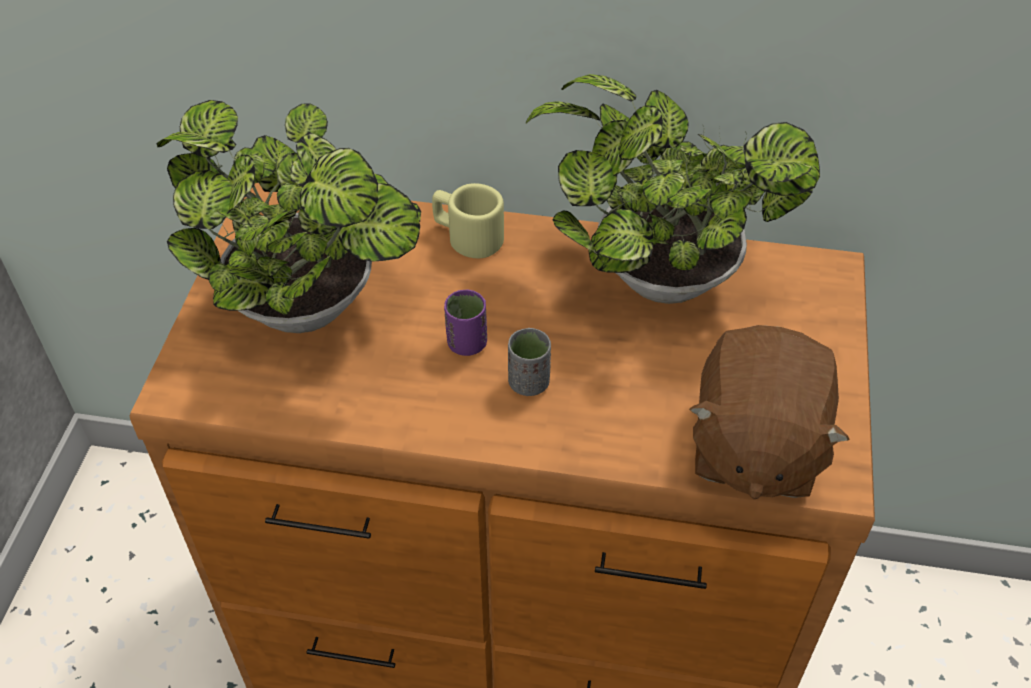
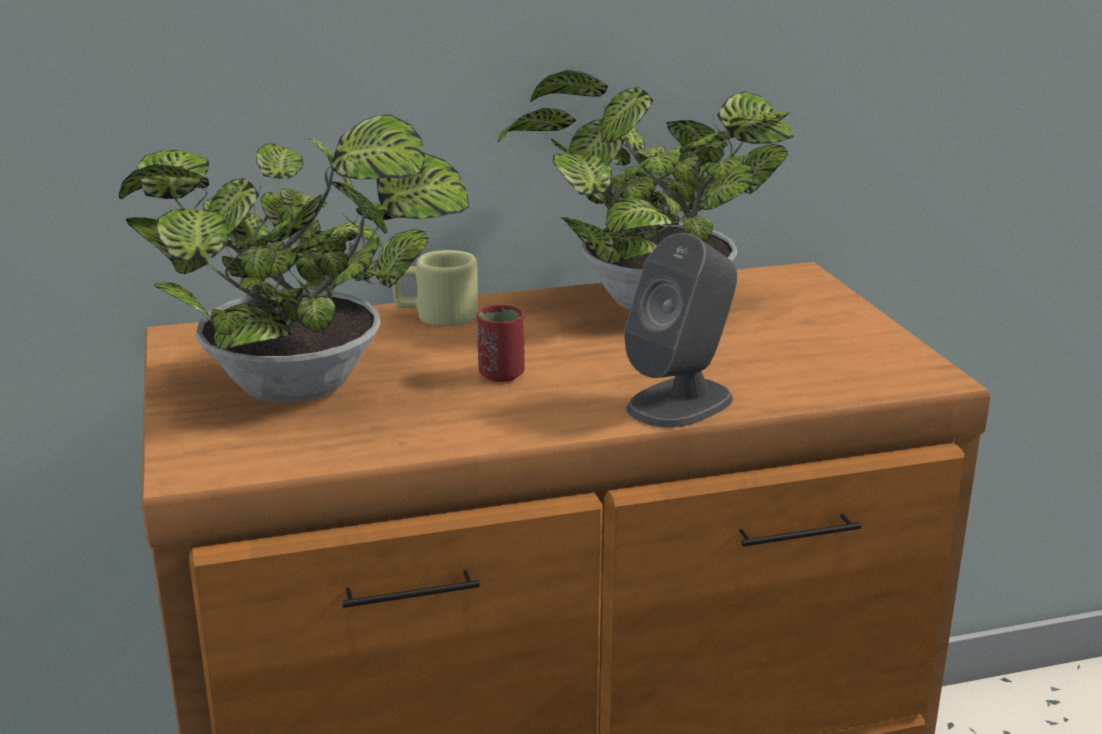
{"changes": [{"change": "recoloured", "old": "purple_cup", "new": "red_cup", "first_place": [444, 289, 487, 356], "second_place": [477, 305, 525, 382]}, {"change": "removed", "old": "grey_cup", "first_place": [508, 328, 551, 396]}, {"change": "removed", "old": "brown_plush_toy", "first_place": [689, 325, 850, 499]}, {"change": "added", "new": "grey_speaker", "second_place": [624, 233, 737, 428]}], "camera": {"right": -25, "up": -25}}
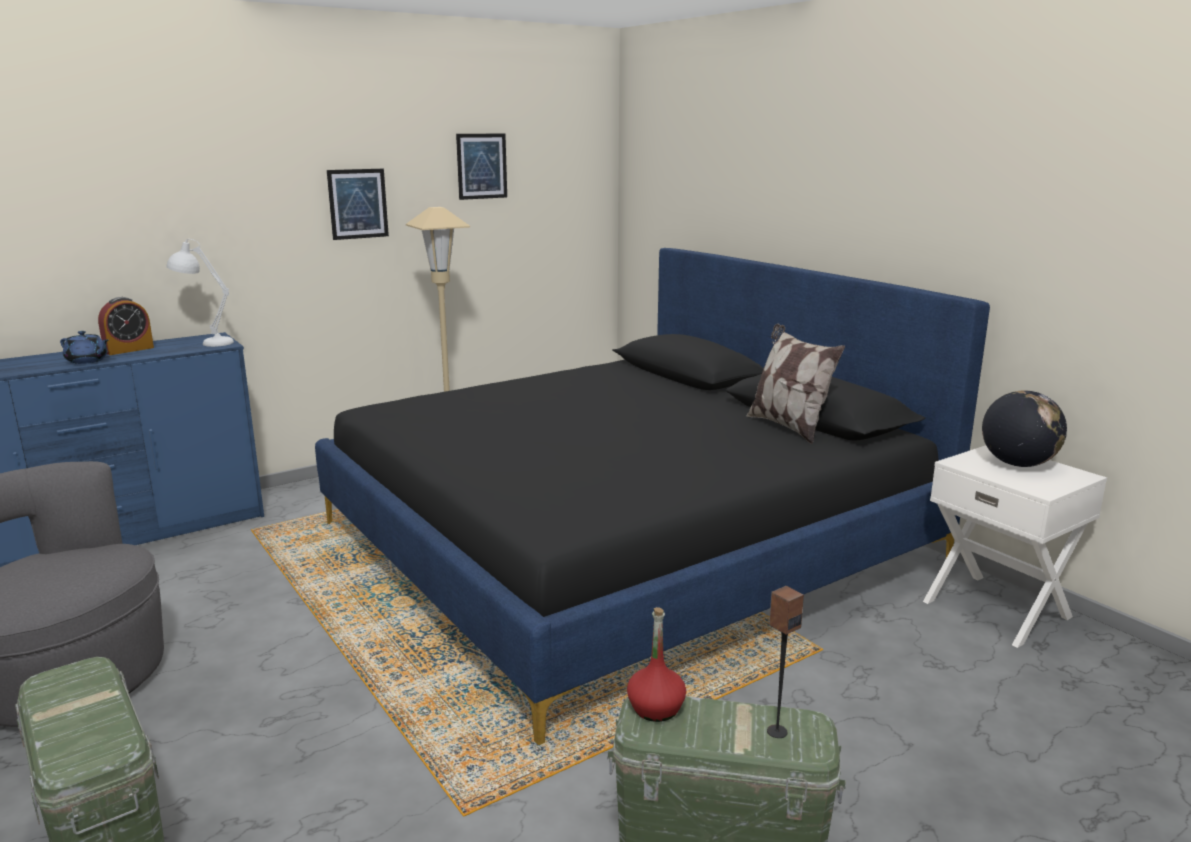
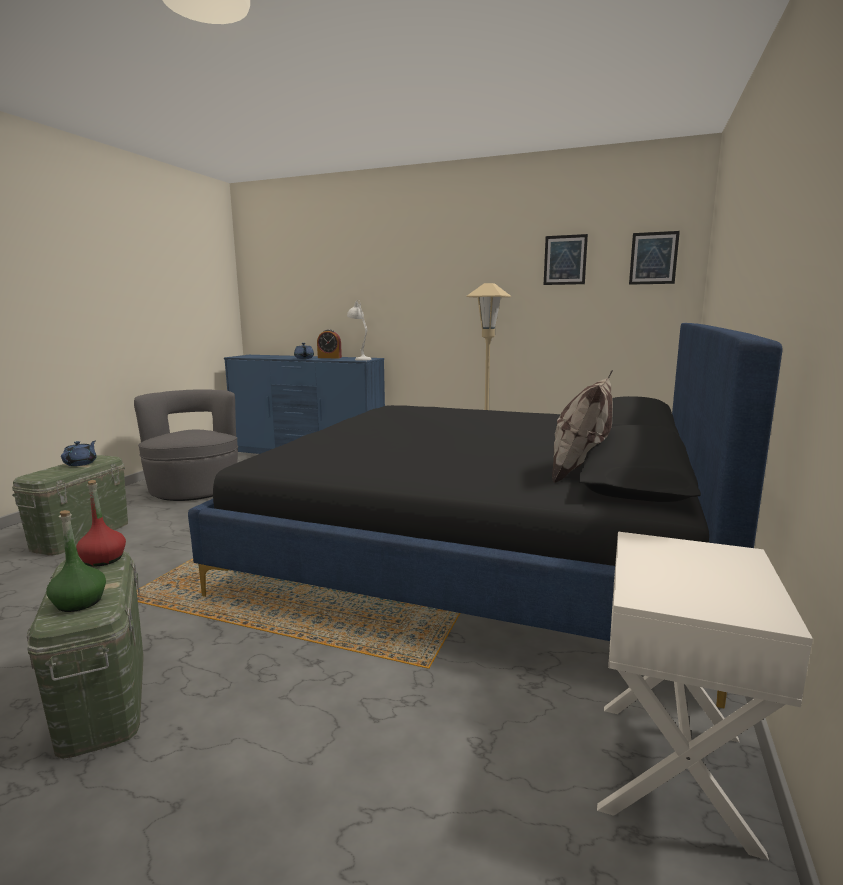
{"changes": [{"change": "moved", "old": "picture", "first_place": [327, 169, 389, 240], "second_place": [629, 231, 680, 285]}, {"change": "replaced", "old": "speaker", "new": "green_bottle", "first_place": [767, 586, 804, 738], "second_place": [46, 510, 106, 612]}, {"change": "removed", "old": "globe", "first_place": [982, 390, 1067, 467]}, {"change": "added", "new": "blue_teapot", "second_place": [61, 441, 97, 466]}], "camera": {"right": 55, "up": -5}}
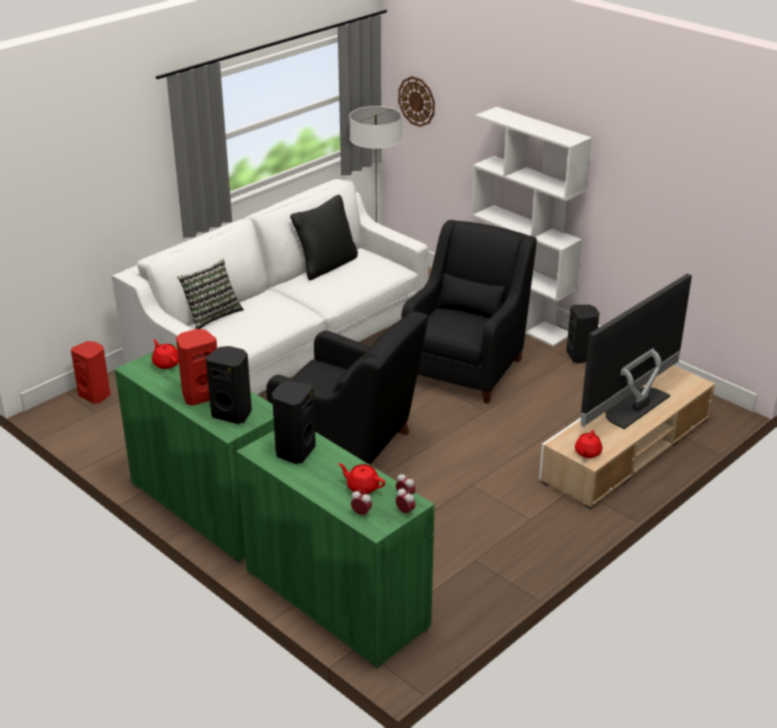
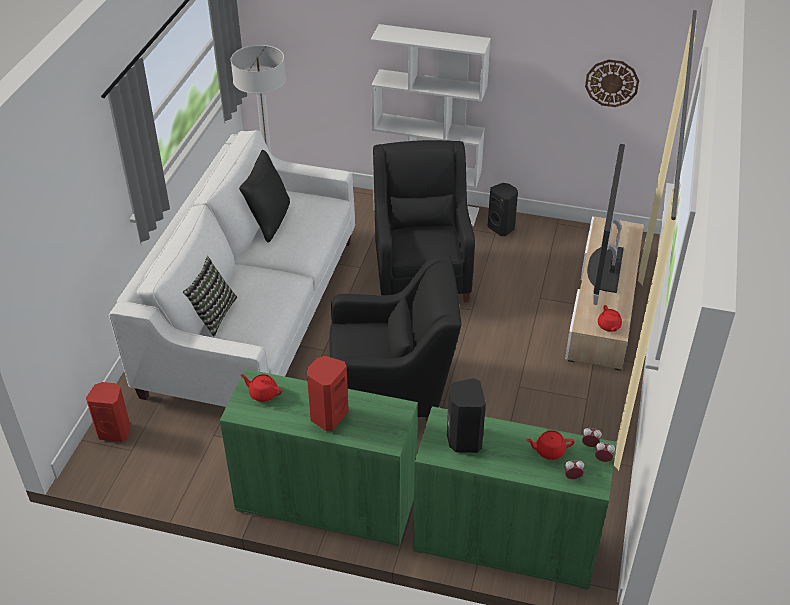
{"changes": [{"change": "removed", "old": "black_speaker", "first_place": [206, 346, 252, 424]}, {"change": "moved", "old": "wall_clock", "first_place": [398, 76, 435, 127], "second_place": [585, 59, 639, 107]}], "camera": {"right": -30, "up": 10}}
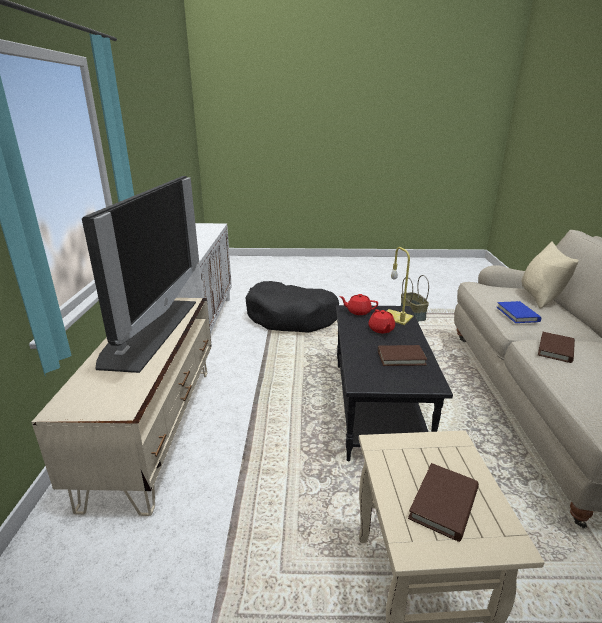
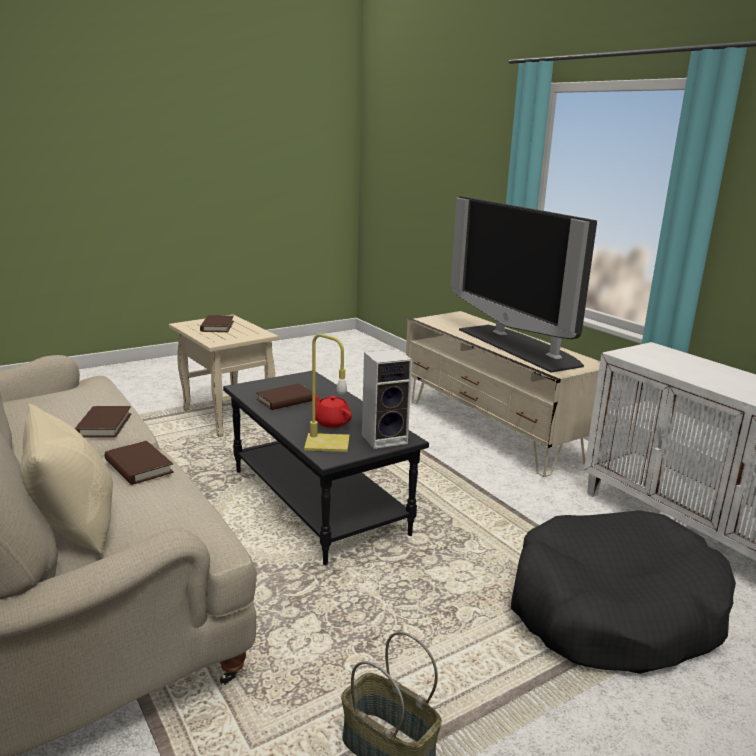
{"changes": [{"change": "replaced", "old": "red_teapot", "new": "speaker", "first_place": [339, 294, 378, 315], "second_place": [362, 349, 412, 449]}, {"change": "recoloured", "old": "blue_book", "new": "brown_book", "first_place": [497, 301, 541, 323], "second_place": [104, 441, 174, 485]}], "camera": {"right": 145, "up": -5}}
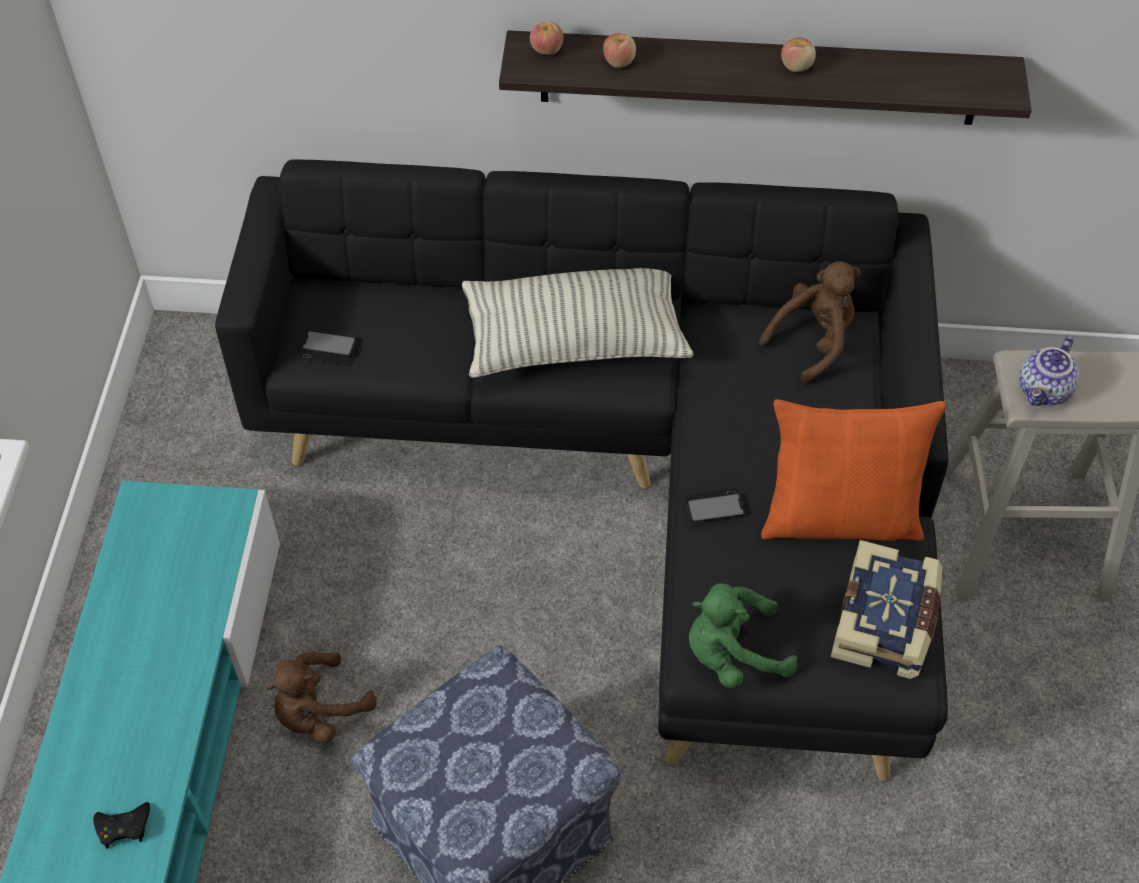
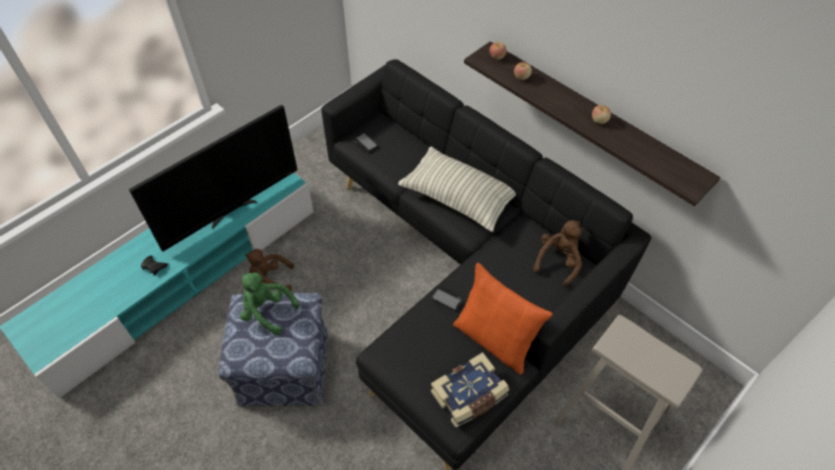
{"changes": [{"change": "moved", "old": "green_plush_toy", "first_place": [689, 583, 797, 688], "second_place": [240, 272, 299, 335]}, {"change": "turned", "old": "brown_plush_toy", "first_place": [759, 261, 861, 384], "second_place": [533, 220, 582, 287], "degrees": -60}, {"change": "removed", "old": "teapot", "first_place": [1019, 336, 1080, 406]}, {"change": "added", "new": "television", "second_place": [129, 105, 298, 252]}], "camera": {"right": 40, "up": 0}}
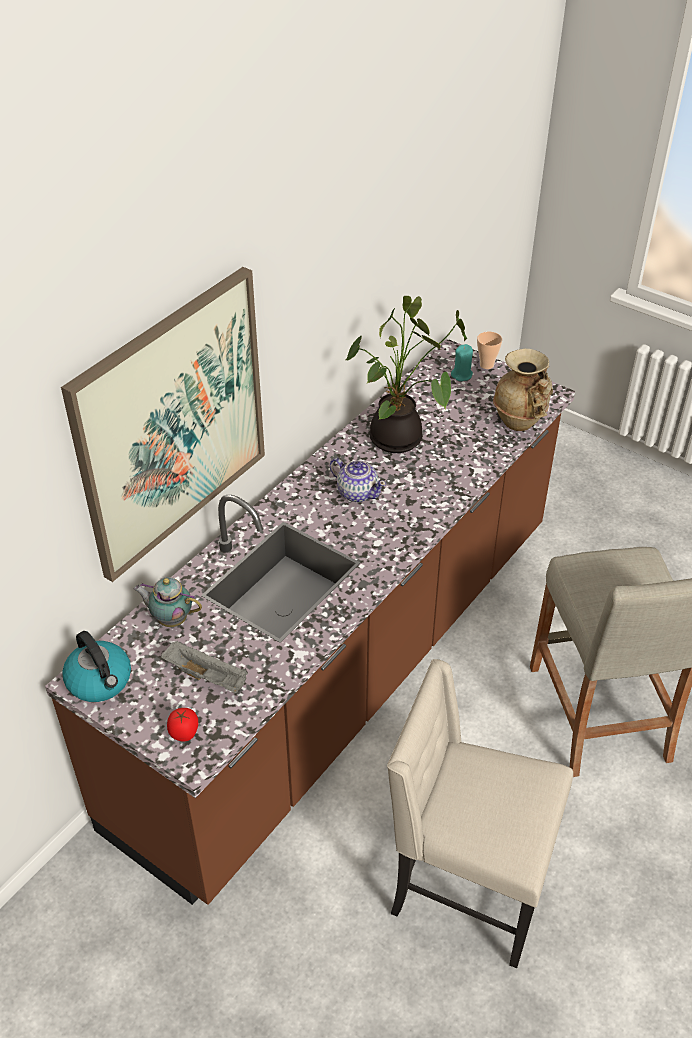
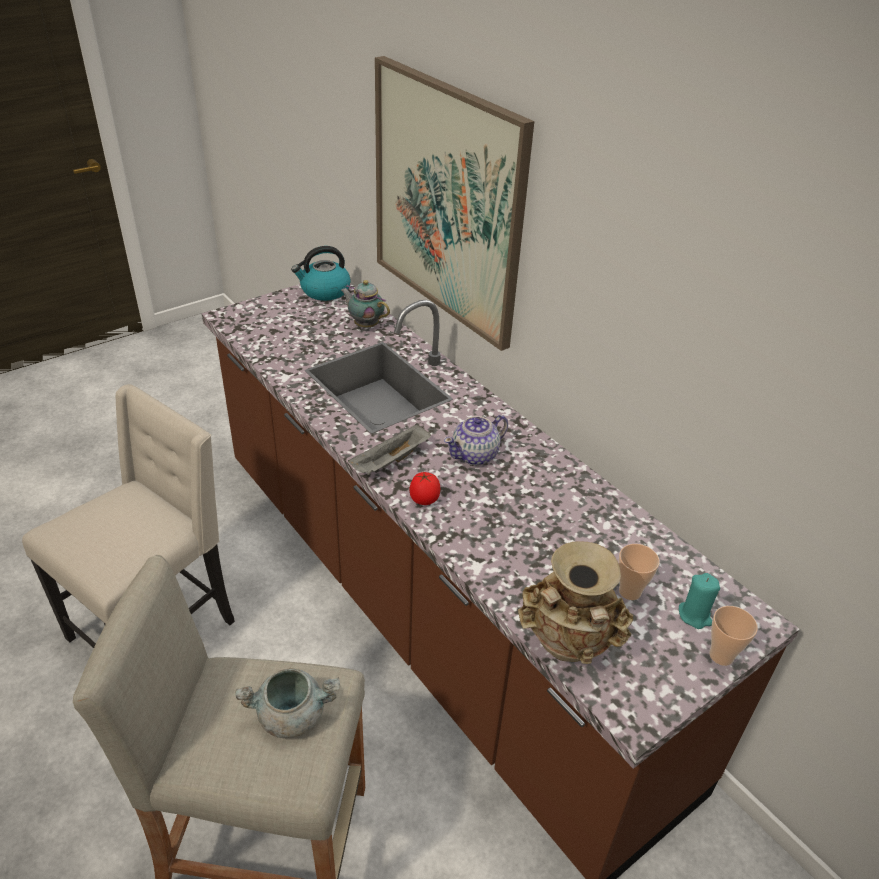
{"changes": [{"change": "turned", "old": "teapot", "first_place": [134, 577, 202, 627], "second_place": [341, 280, 390, 328], "degrees": -90}, {"change": "moved", "old": "grey_tray", "first_place": [161, 641, 248, 693], "second_place": [348, 423, 431, 475]}, {"change": "moved", "old": "tomato", "first_place": [167, 708, 198, 742], "second_place": [410, 472, 440, 505]}, {"change": "removed", "old": "potted_plant", "first_place": [346, 296, 467, 453]}, {"change": "added", "new": "grey_cooking_pot", "second_place": [235, 669, 340, 738]}, {"change": "added", "new": "cup", "second_place": [618, 544, 660, 600]}], "camera": {"right": 105, "up": -5}}
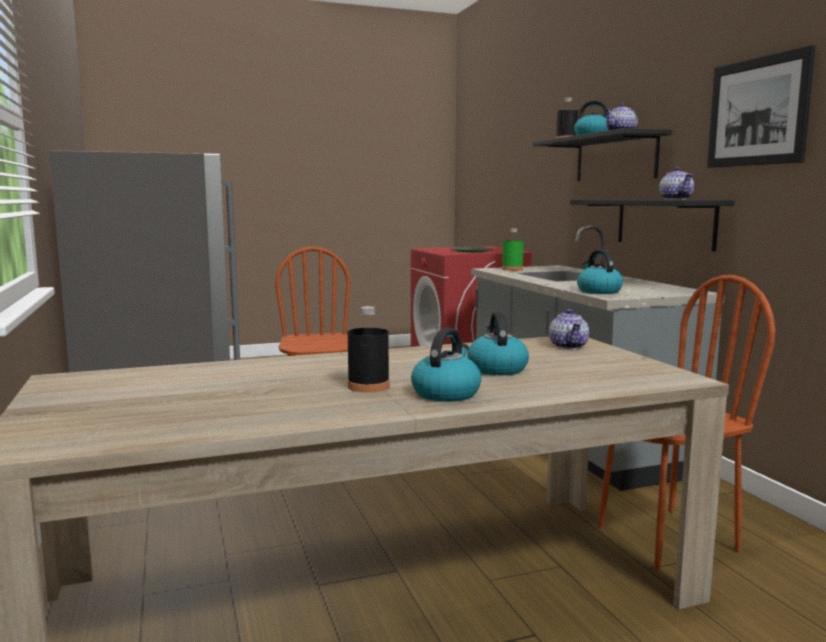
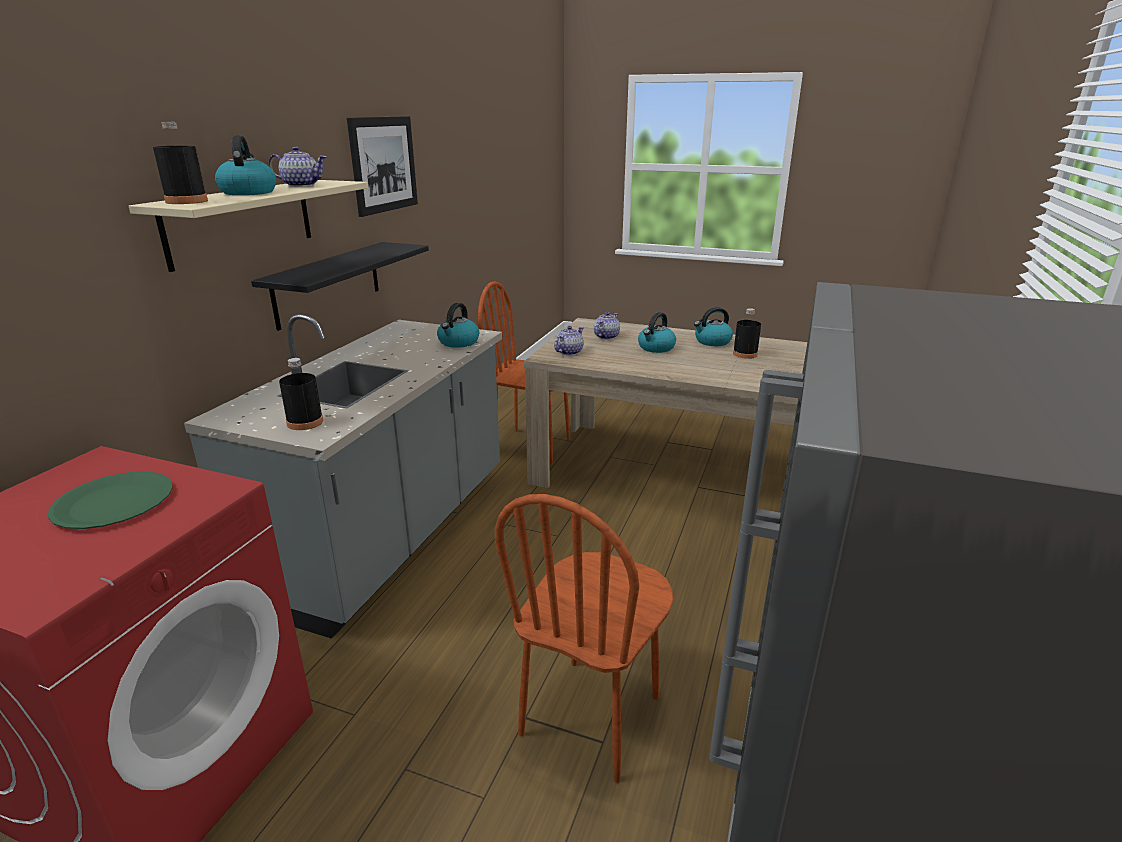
{"changes": [{"change": "recoloured", "old": "green_bottle", "new": "black_bottle", "first_place": [502, 229, 524, 271], "second_place": [279, 358, 323, 430]}, {"change": "recoloured", "old": "black_shelf", "new": "beige_shelf", "first_place": [533, 128, 672, 181], "second_place": [129, 180, 368, 272]}, {"change": "moved", "old": "teapot", "first_place": [659, 167, 694, 200], "second_place": [594, 312, 620, 340]}], "camera": {"right": -140, "up": 15}}
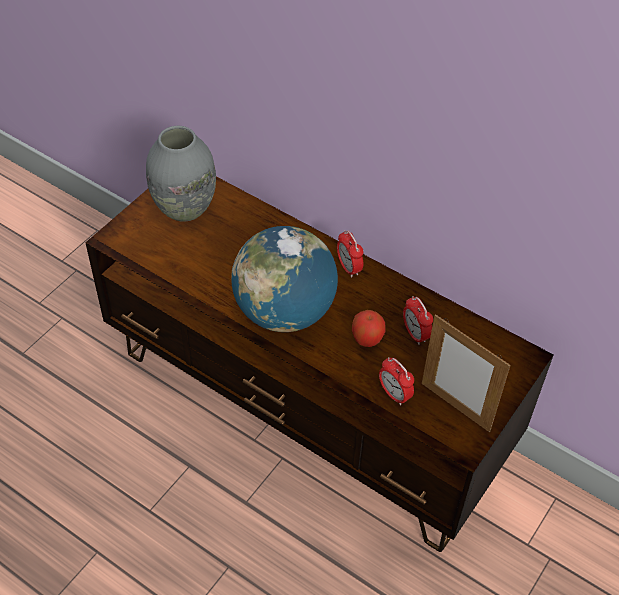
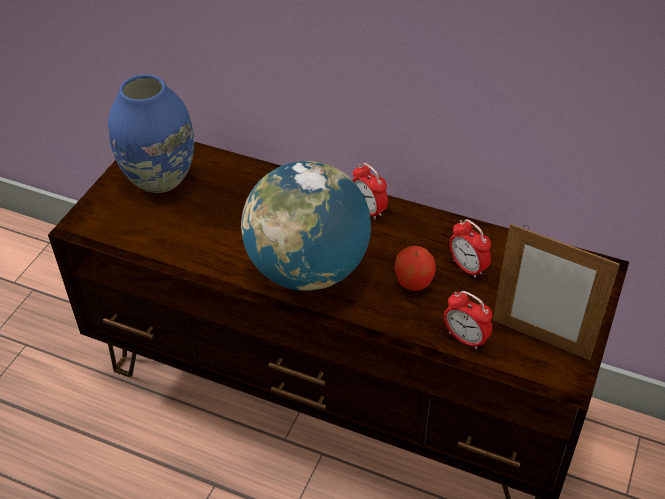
{"changes": [{"change": "recoloured", "old": "grey_vase", "new": "blue_vase", "first_place": [146, 126, 216, 222], "second_place": [108, 74, 194, 193]}], "camera": {"right": -10, "up": -5}}
